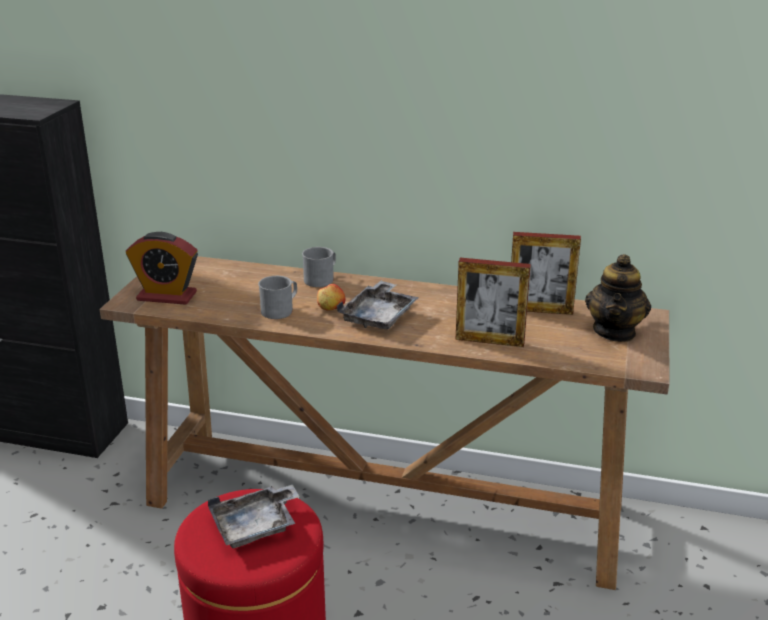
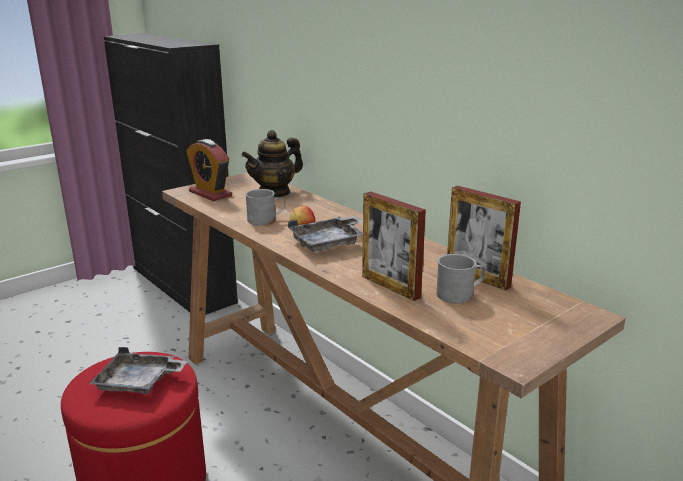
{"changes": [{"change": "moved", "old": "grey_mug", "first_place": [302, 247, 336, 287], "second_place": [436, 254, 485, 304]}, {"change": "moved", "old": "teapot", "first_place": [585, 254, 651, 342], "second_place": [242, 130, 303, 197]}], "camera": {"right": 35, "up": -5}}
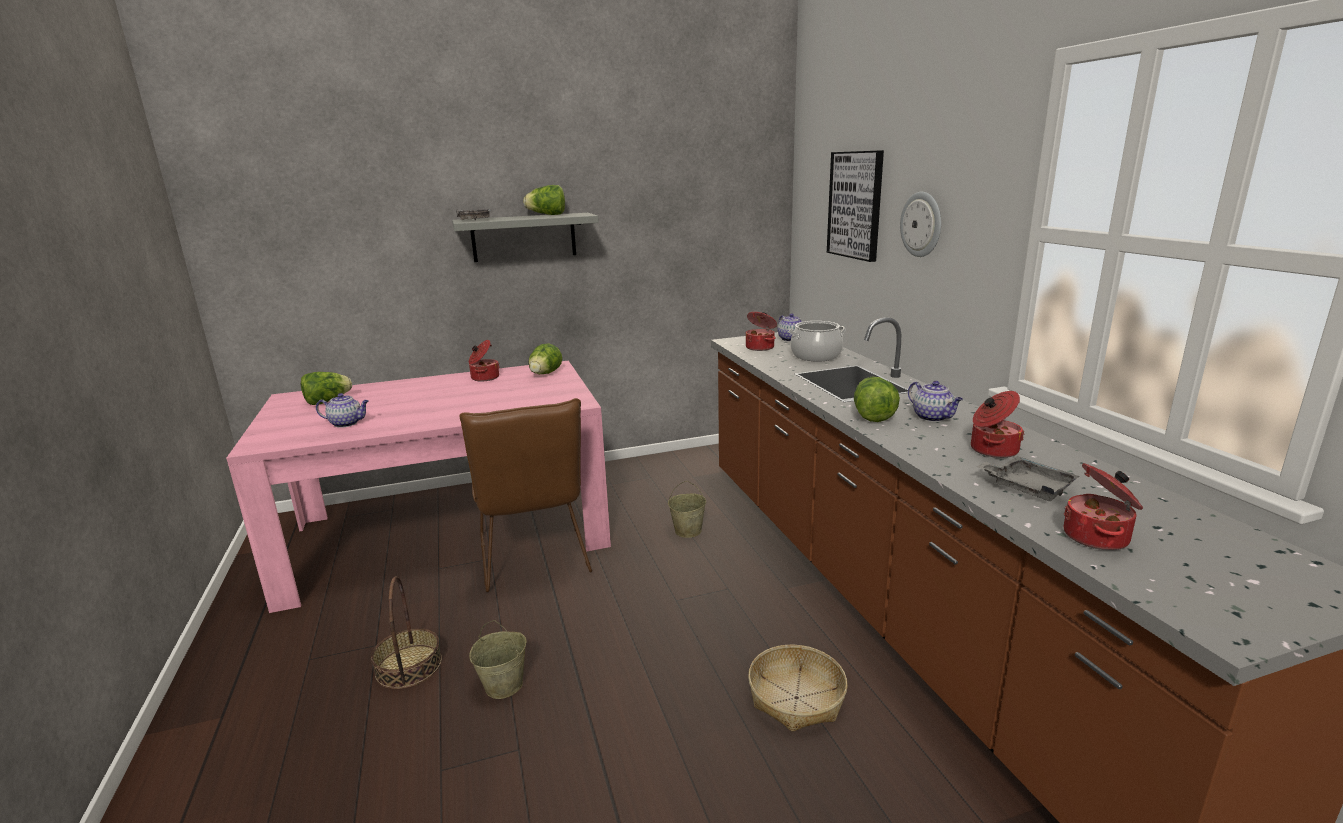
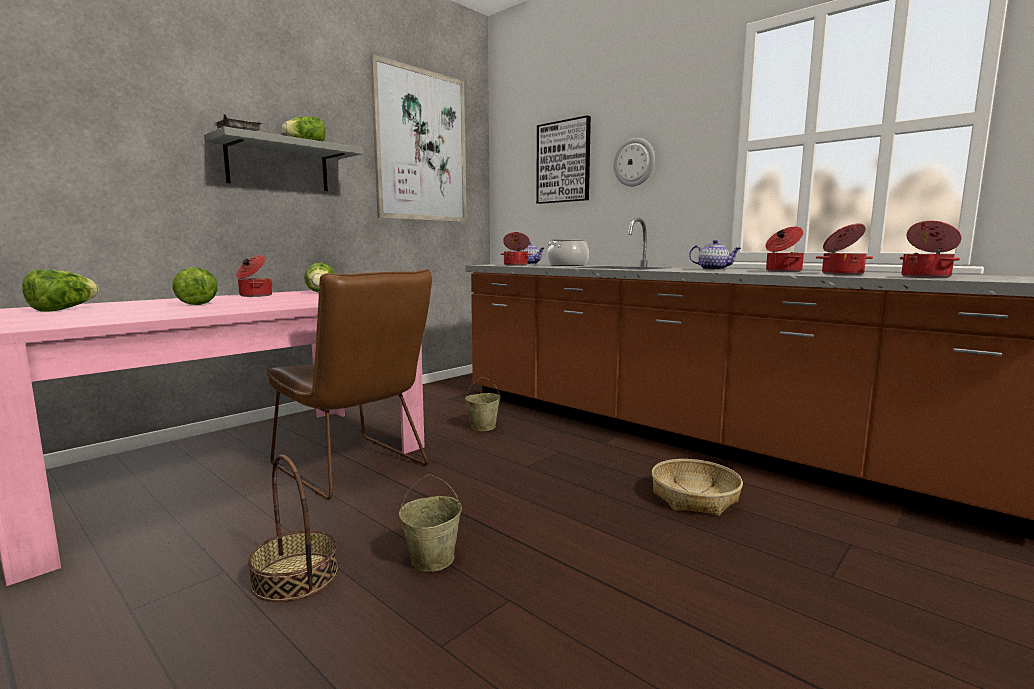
{"changes": [{"change": "removed", "old": "teapot", "first_place": [316, 393, 369, 428]}, {"change": "moved", "old": "lettuce", "first_place": [854, 377, 900, 422], "second_place": [172, 267, 217, 305]}, {"change": "replaced", "old": "grey_tray", "new": "cooking_pot", "first_place": [976, 456, 1080, 501], "second_place": [816, 223, 873, 275]}, {"change": "added", "new": "picture", "second_place": [370, 54, 467, 222]}], "camera": {"right": -30, "up": -10}}
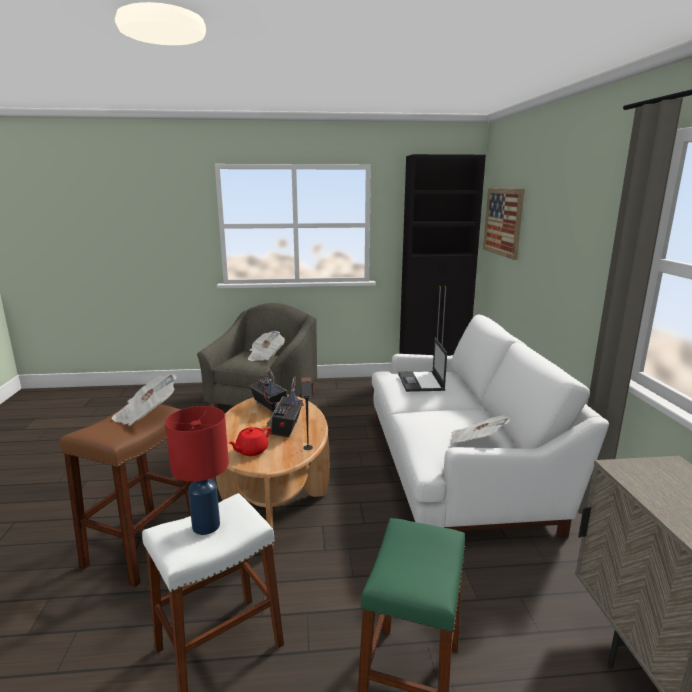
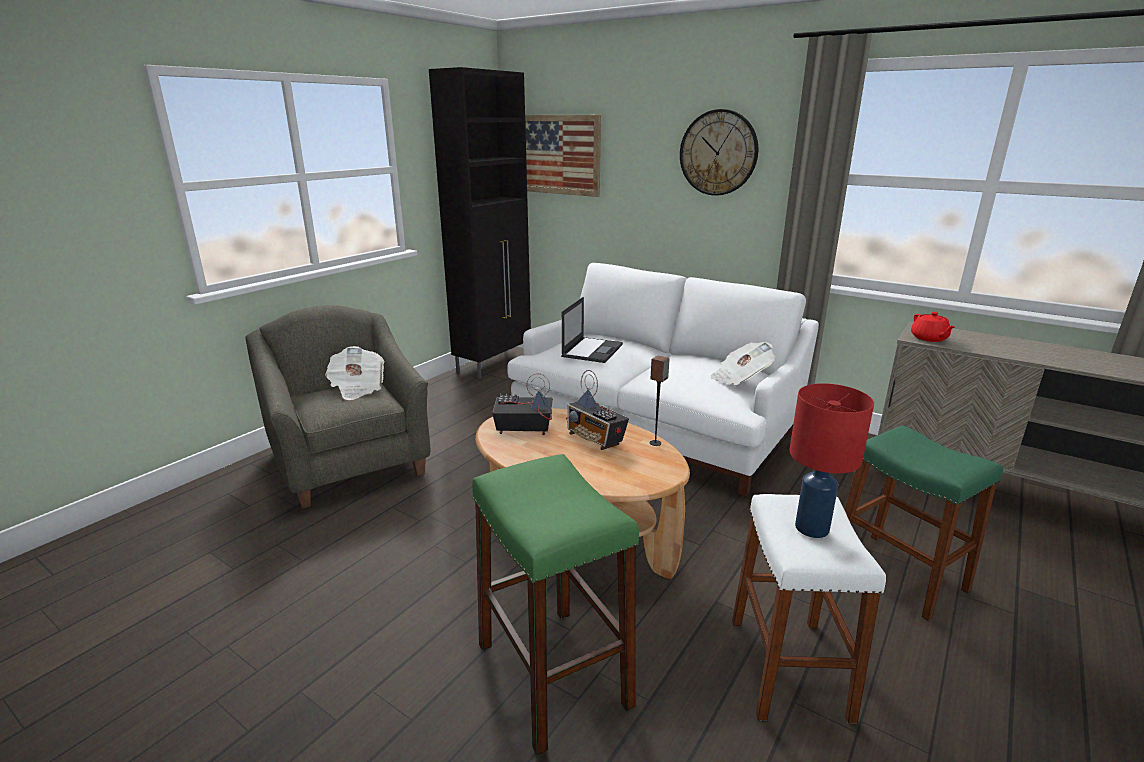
{"changes": [{"change": "recoloured", "old": "brown_stool", "new": "green_stool", "first_place": [60, 404, 193, 587], "second_place": [472, 454, 639, 756]}, {"change": "removed", "old": "newspaper", "first_place": [112, 374, 177, 426]}, {"change": "moved", "old": "red_teapot", "first_place": [229, 427, 271, 456], "second_place": [911, 312, 955, 342]}, {"change": "turned", "old": "laptop", "first_place": [398, 338, 447, 392], "second_place": [561, 297, 623, 363], "degrees": -105}, {"change": "added", "new": "wall_clock", "second_place": [680, 109, 758, 196]}], "camera": {"right": -50, "up": 5}}
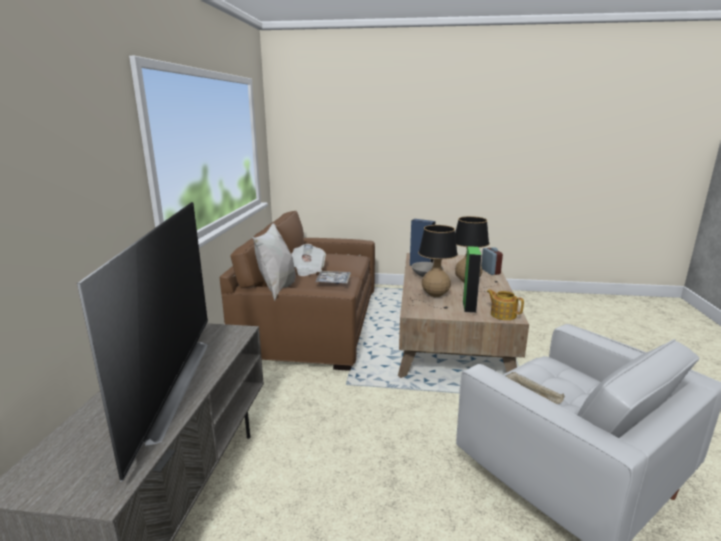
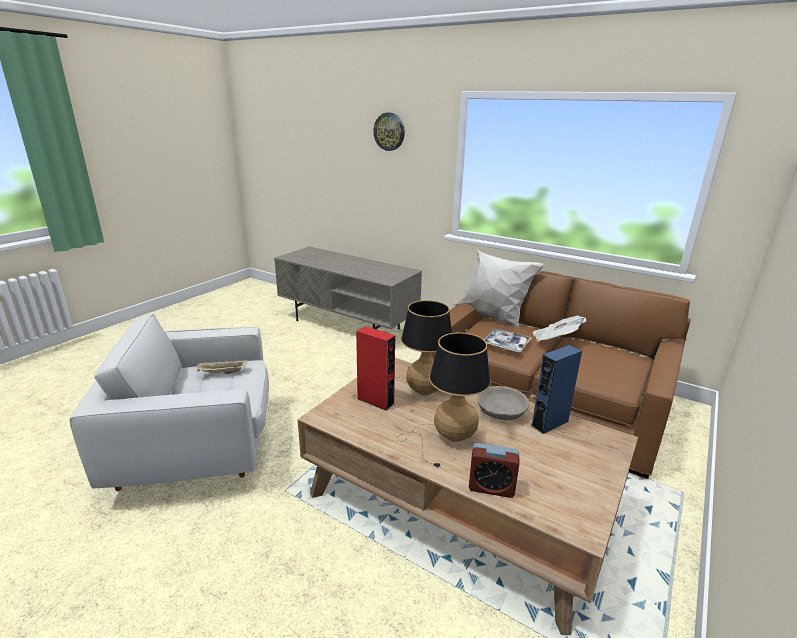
{"changes": [{"change": "removed", "old": "television", "first_place": [77, 202, 208, 482]}, {"change": "recoloured", "old": "green_speaker", "new": "red_speaker", "first_place": [463, 246, 481, 313], "second_place": [356, 326, 395, 411]}, {"change": "removed", "old": "teapot", "first_place": [487, 289, 524, 320]}, {"change": "added", "new": "wall_clock", "second_place": [373, 113, 405, 151]}], "camera": {"right": 115, "up": 5}}
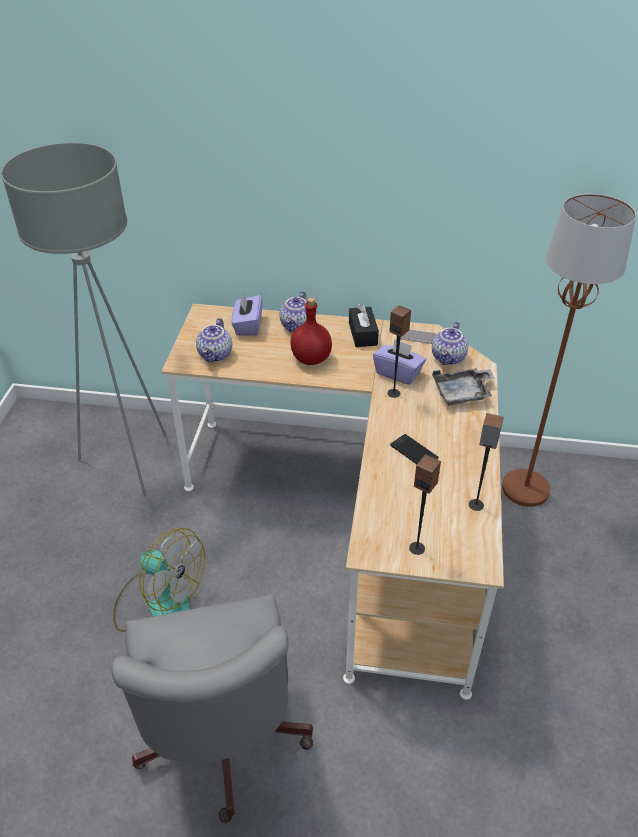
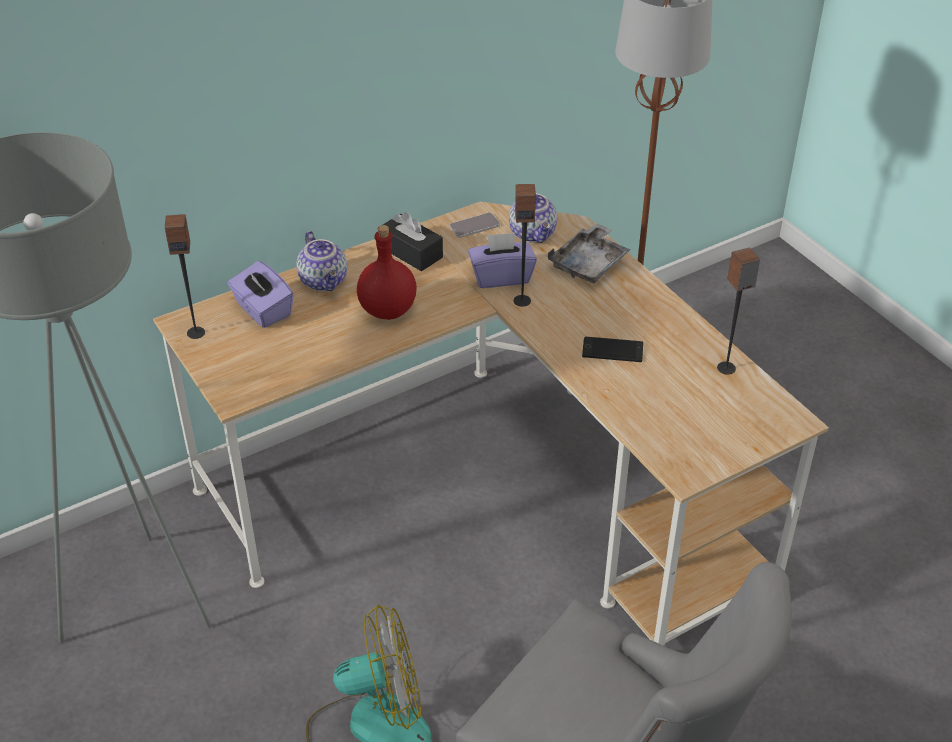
{"changes": [{"change": "removed", "old": "teapot", "first_place": [196, 318, 232, 363]}, {"change": "moved", "old": "speaker", "first_place": [409, 454, 441, 555], "second_place": [165, 214, 205, 339]}], "camera": {"right": -40, "up": 0}}
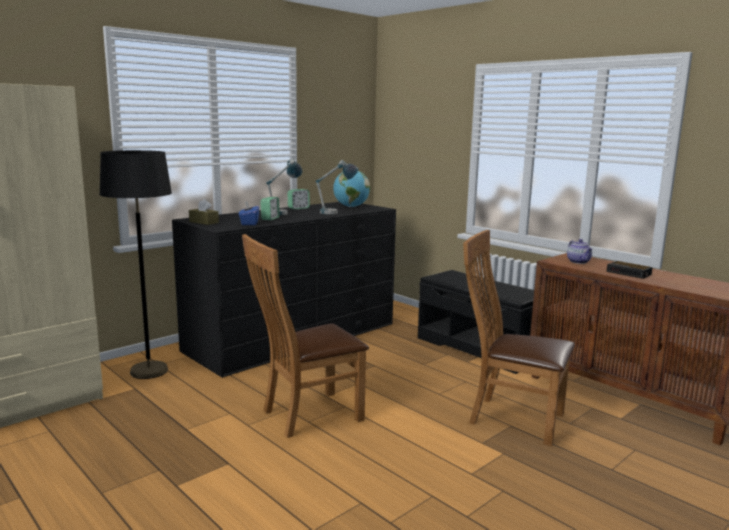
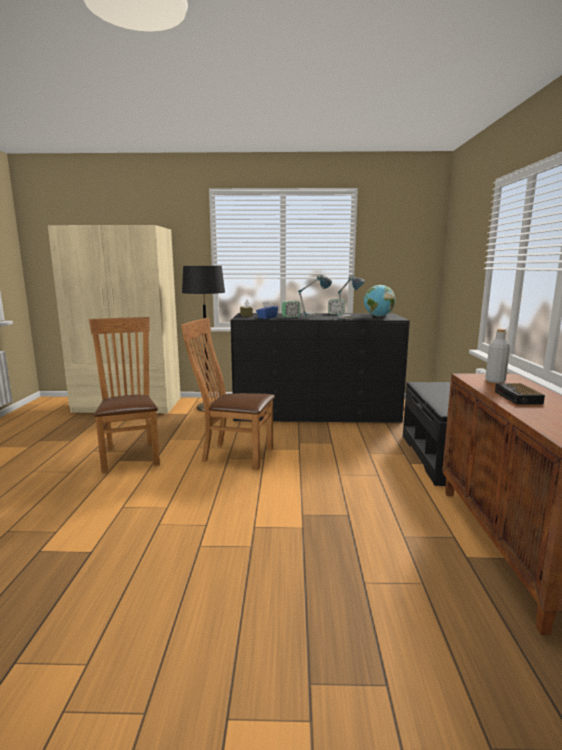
{"changes": [{"change": "moved", "old": "brown_chair", "first_place": [463, 230, 575, 446], "second_place": [89, 317, 160, 473]}, {"change": "replaced", "old": "teapot", "new": "grey_bottle", "first_place": [567, 239, 592, 264], "second_place": [485, 329, 510, 383]}], "camera": {"right": 45, "up": 0}}
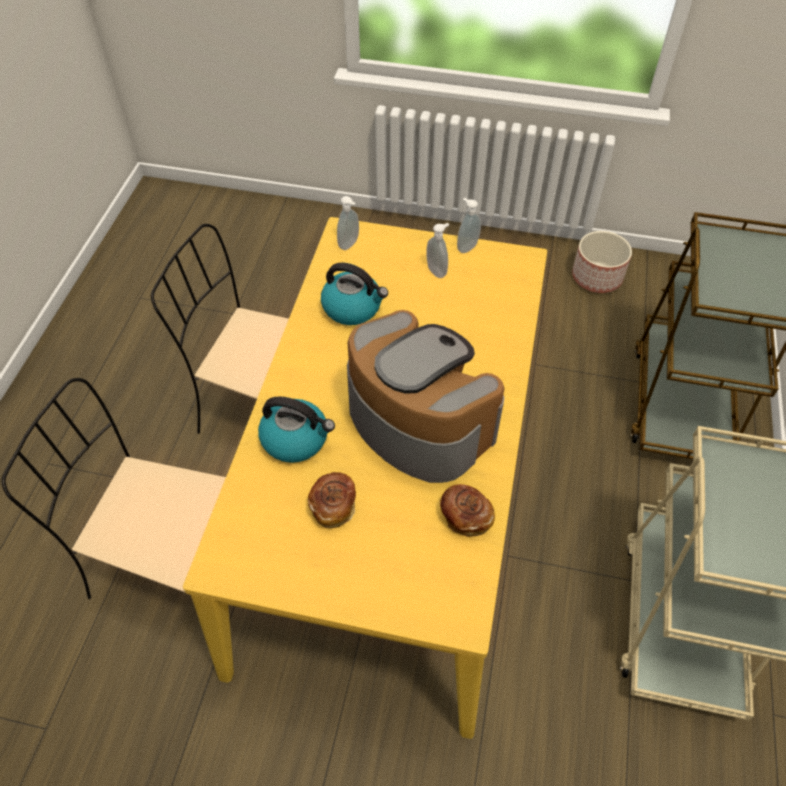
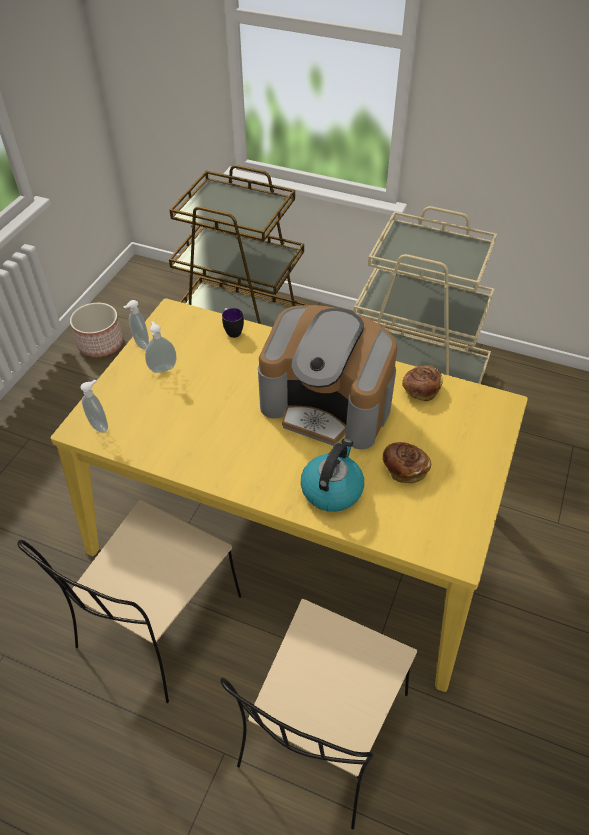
{"changes": [{"change": "removed", "old": "kettle", "first_place": [321, 263, 388, 325]}, {"change": "turned", "old": "coffee_machine", "first_place": [347, 310, 504, 483], "second_place": [258, 305, 397, 450], "degrees": -120}, {"change": "added", "new": "mug", "second_place": [222, 308, 244, 338]}], "camera": {"right": -80, "up": -5}}
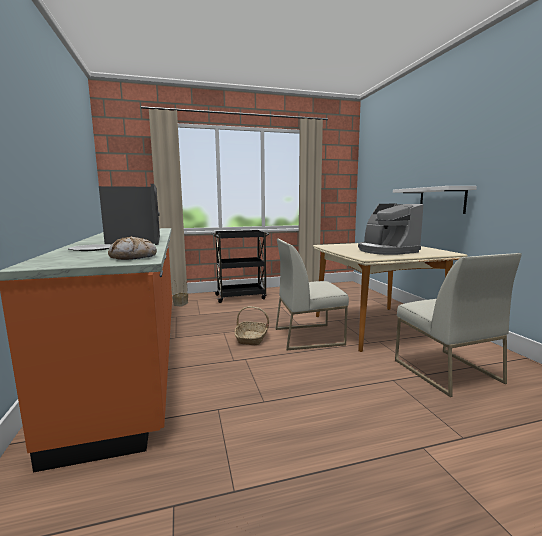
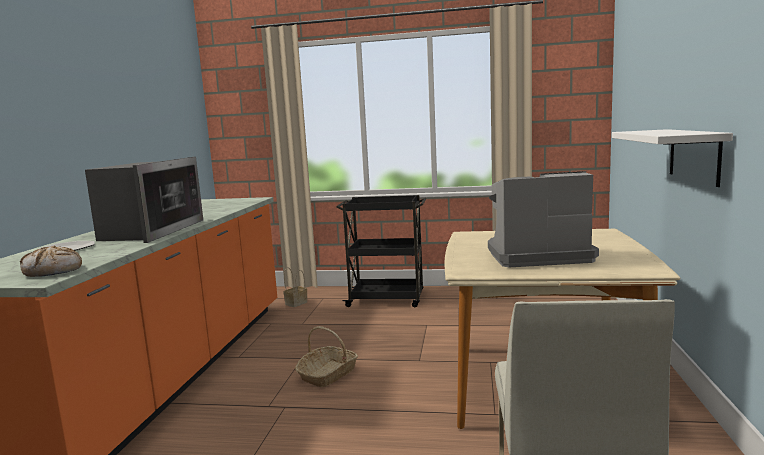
{"changes": [{"change": "removed", "old": "white_chair", "first_place": [276, 239, 349, 350]}, {"change": "turned", "old": "coffee_machine", "first_place": [358, 204, 423, 255], "second_place": [488, 171, 599, 268], "degrees": 90}], "camera": {"right": 25, "up": 0}}
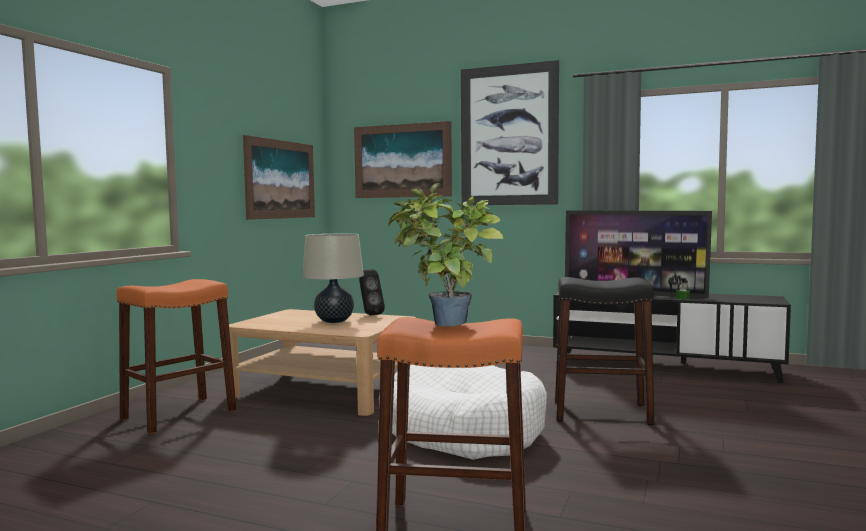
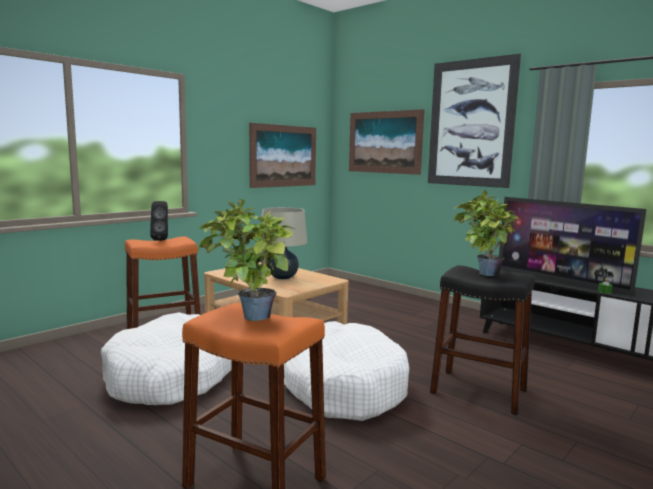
{"changes": [{"change": "moved", "old": "black_speaker", "first_place": [359, 269, 385, 316], "second_place": [150, 201, 168, 241]}, {"change": "added", "new": "white_dog_bed", "second_place": [101, 312, 231, 405]}, {"change": "added", "new": "potted_plant", "second_place": [454, 190, 519, 276]}], "camera": {"right": 20, "up": 5}}
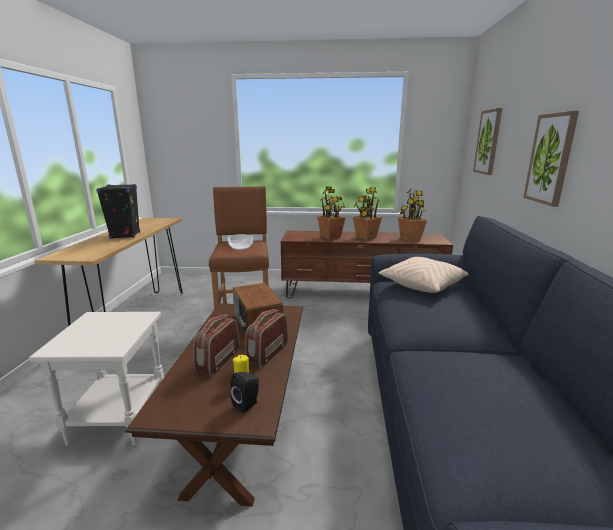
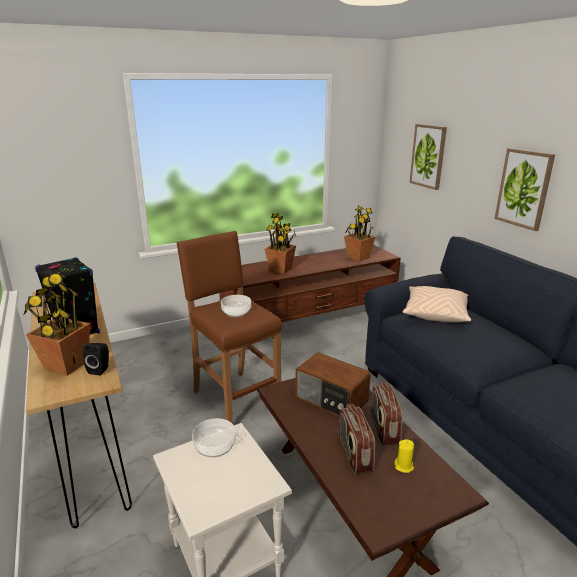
{"changes": [{"change": "moved", "old": "black_speaker", "first_place": [230, 372, 259, 413], "second_place": [83, 343, 109, 376]}, {"change": "moved", "old": "potted_plant", "first_place": [353, 187, 382, 240], "second_place": [24, 271, 90, 376]}, {"change": "added", "new": "bowl", "second_place": [192, 418, 236, 457]}], "camera": {"right": -30, "up": 5}}
